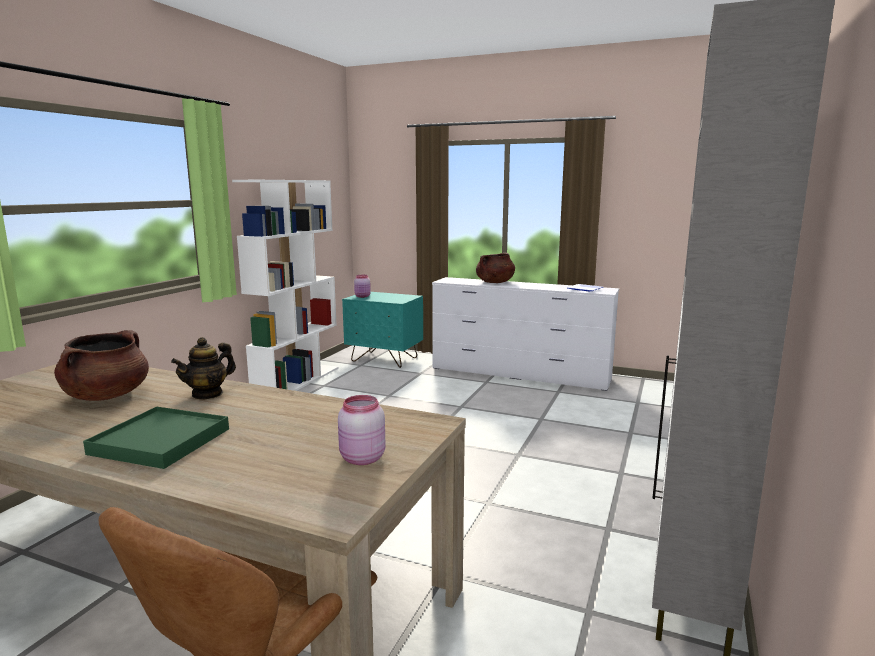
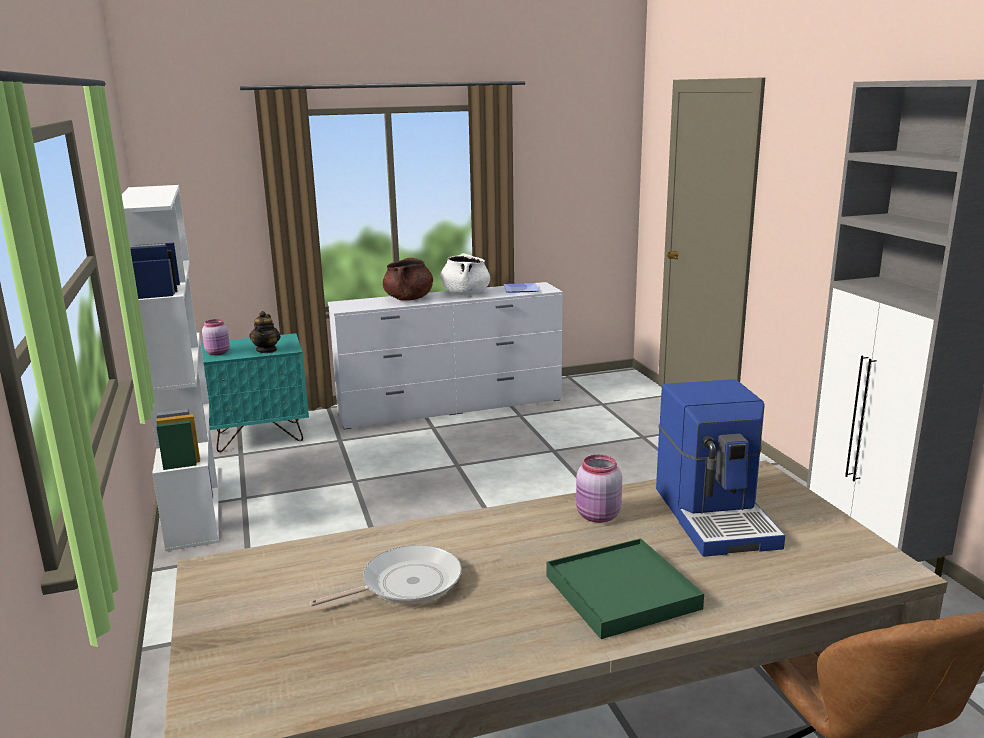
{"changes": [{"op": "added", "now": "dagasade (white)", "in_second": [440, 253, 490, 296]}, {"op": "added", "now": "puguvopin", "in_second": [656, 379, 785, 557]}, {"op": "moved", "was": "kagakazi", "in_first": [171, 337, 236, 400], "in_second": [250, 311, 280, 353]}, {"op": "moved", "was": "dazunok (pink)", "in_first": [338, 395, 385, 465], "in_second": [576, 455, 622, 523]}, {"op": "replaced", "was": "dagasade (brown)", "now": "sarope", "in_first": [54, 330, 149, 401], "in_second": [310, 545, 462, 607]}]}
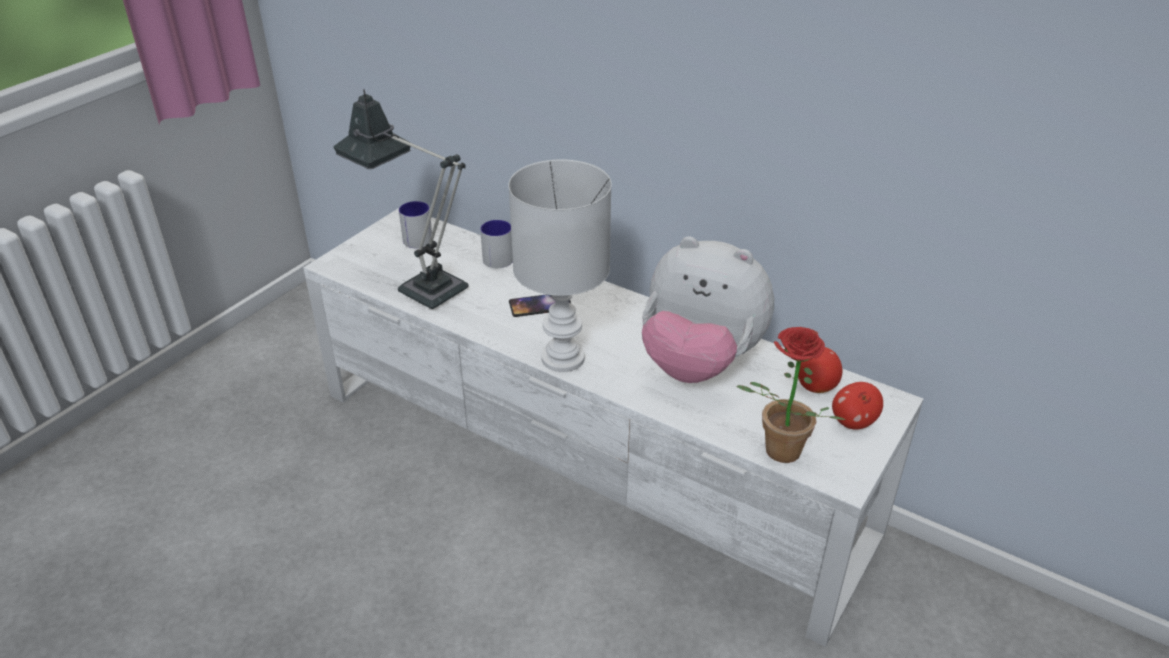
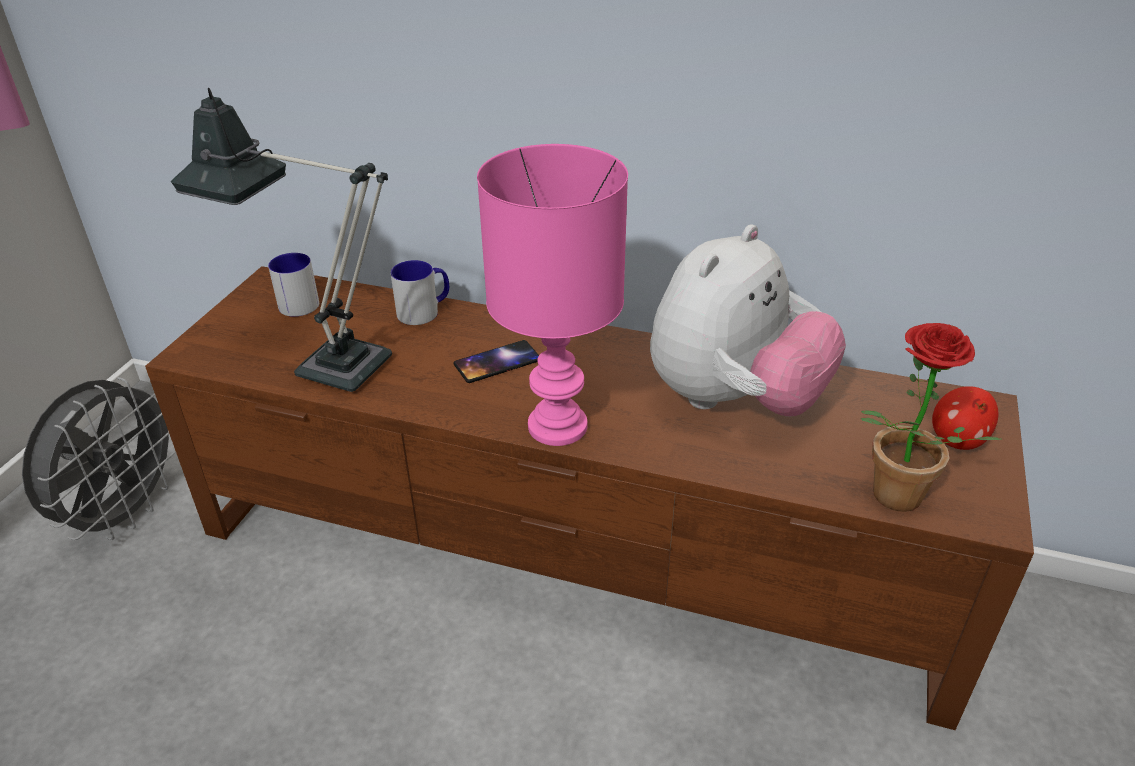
{"changes": [{"op": "removed", "was": "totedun", "in_first": [798, 347, 842, 393]}, {"op": "added", "now": "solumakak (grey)", "in_second": [22, 377, 176, 540]}, {"op": "recoloured", "was": "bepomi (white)", "now": "bepomi (brown)", "in_first": [303, 208, 923, 647], "in_second": [145, 266, 1034, 730]}, {"op": "recoloured", "was": "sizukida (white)", "now": "sizukida (pink)", "in_first": [508, 159, 612, 372], "in_second": [477, 144, 628, 446]}, {"op": "turned", "was": "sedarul", "in_first": [642, 236, 774, 383], "in_second": [650, 224, 846, 417], "clockwise": -60}]}
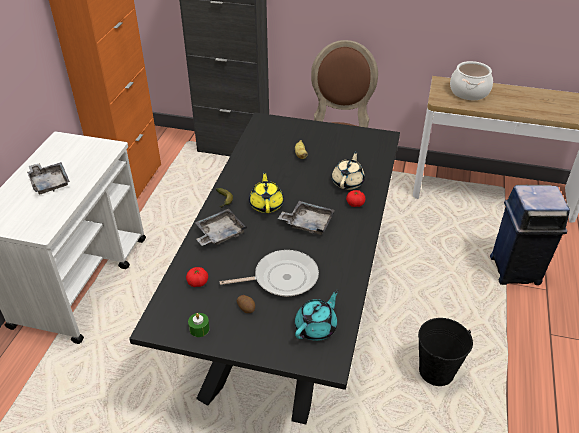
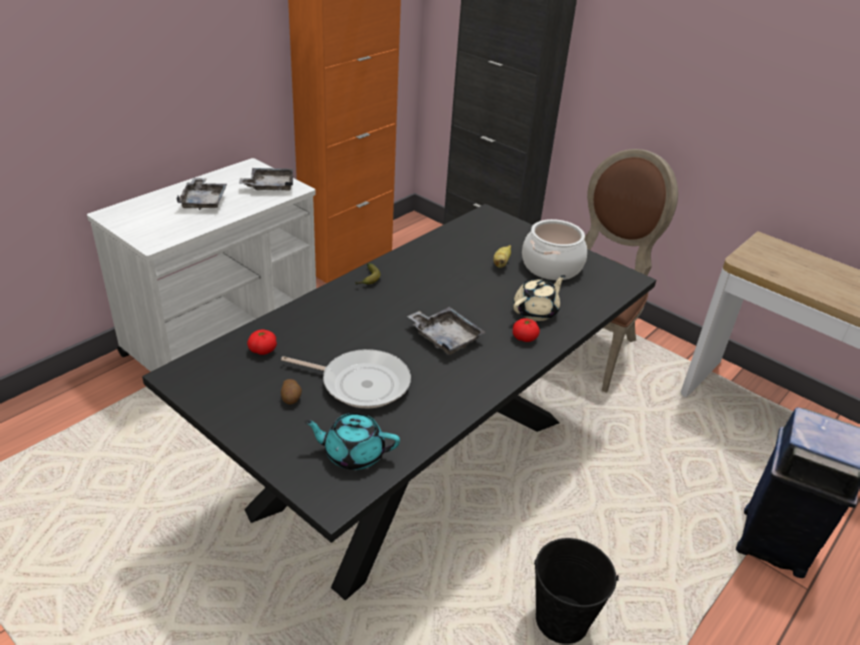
{"changes": [{"op": "removed", "was": "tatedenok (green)", "in_first": [188, 313, 210, 337]}, {"op": "removed", "was": "kagakazi (yellow)", "in_first": [249, 171, 284, 213]}, {"op": "moved", "was": "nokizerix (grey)", "in_first": [195, 209, 247, 246], "in_second": [239, 168, 293, 191]}, {"op": "moved", "was": "dagasade", "in_first": [450, 61, 493, 100], "in_second": [522, 219, 587, 280]}, {"op": "turned", "was": "kagakazi (turquoise)", "in_first": [295, 290, 339, 341], "in_second": [304, 413, 400, 470], "clockwise": -150}]}
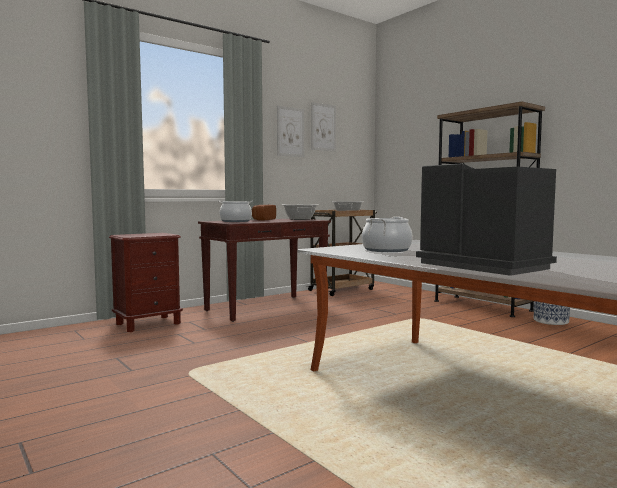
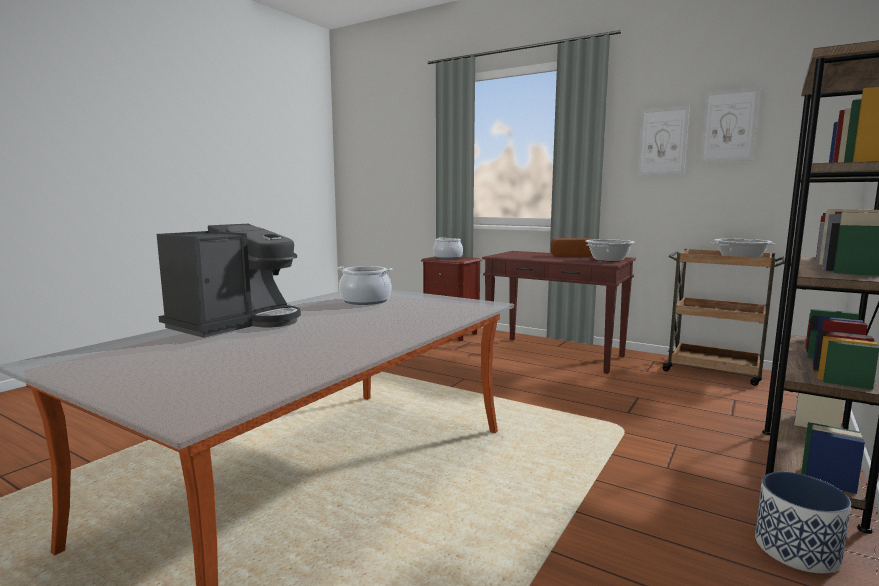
{"changes": [{"op": "moved", "was": "dagasade", "in_first": [218, 201, 253, 222], "in_second": [433, 237, 463, 259]}]}
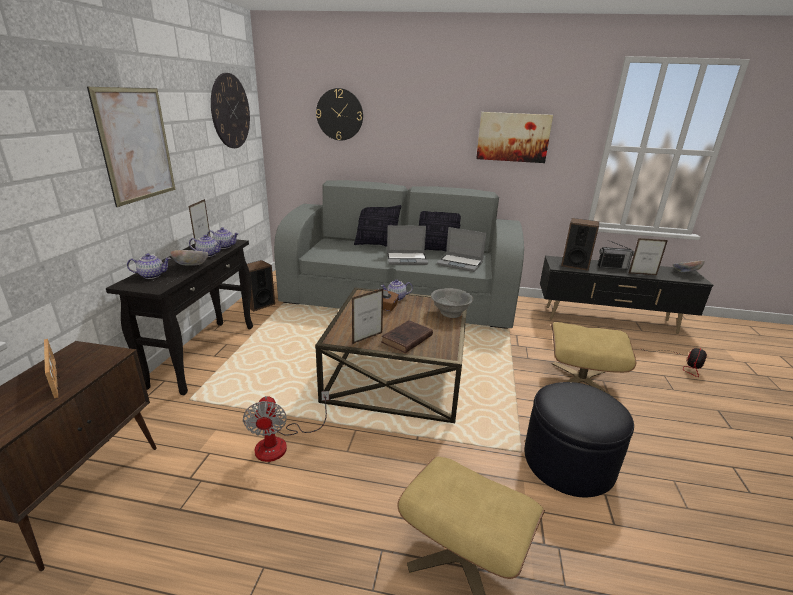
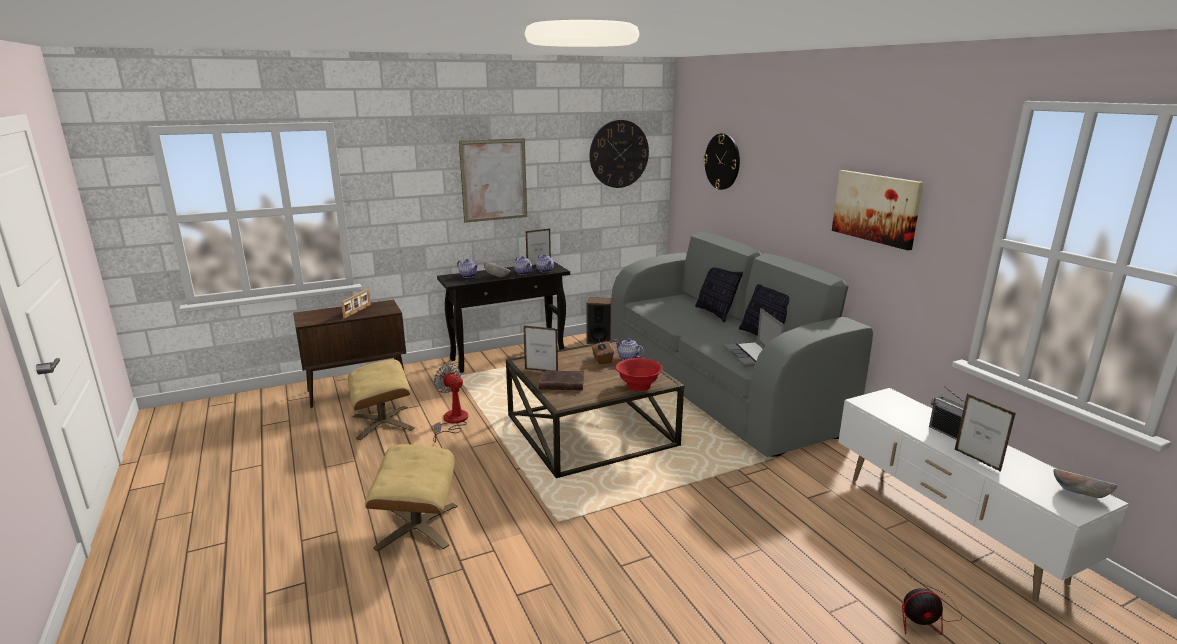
{"changes": [{"op": "removed", "was": "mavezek", "in_first": [387, 225, 428, 265]}, {"op": "removed", "was": "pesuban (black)", "in_first": [524, 382, 634, 497]}, {"op": "removed", "was": "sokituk", "in_first": [561, 218, 599, 271]}, {"op": "moved", "was": "pesuban (beige)", "in_first": [551, 322, 636, 397], "in_second": [348, 359, 415, 440]}, {"op": "recoloured", "was": "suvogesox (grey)", "now": "suvogesox (red)", "in_first": [431, 288, 473, 318], "in_second": [616, 358, 662, 391]}, {"op": "recoloured", "was": "bepomi (black)", "now": "bepomi (white)", "in_first": [540, 256, 713, 334], "in_second": [838, 388, 1129, 602]}, {"op": "turned", "was": "solumakak", "in_first": [243, 391, 329, 462], "in_second": [433, 364, 468, 443], "clockwise": 90}]}
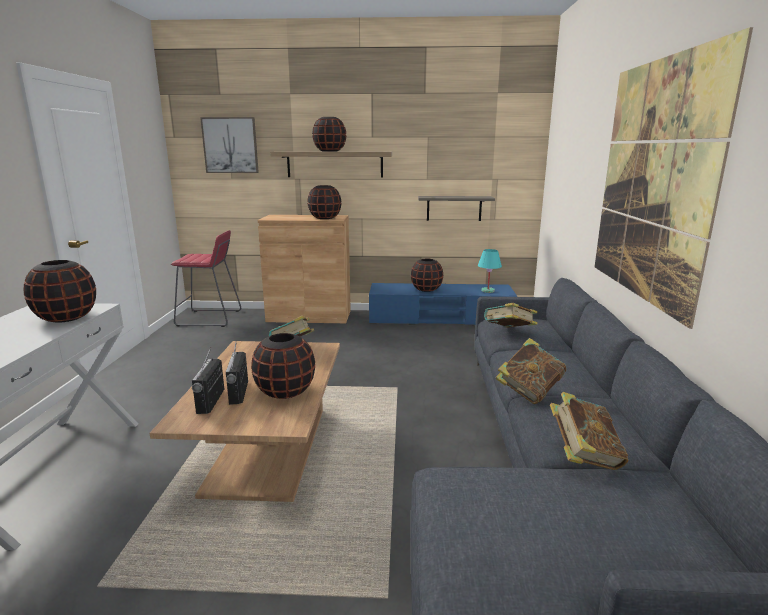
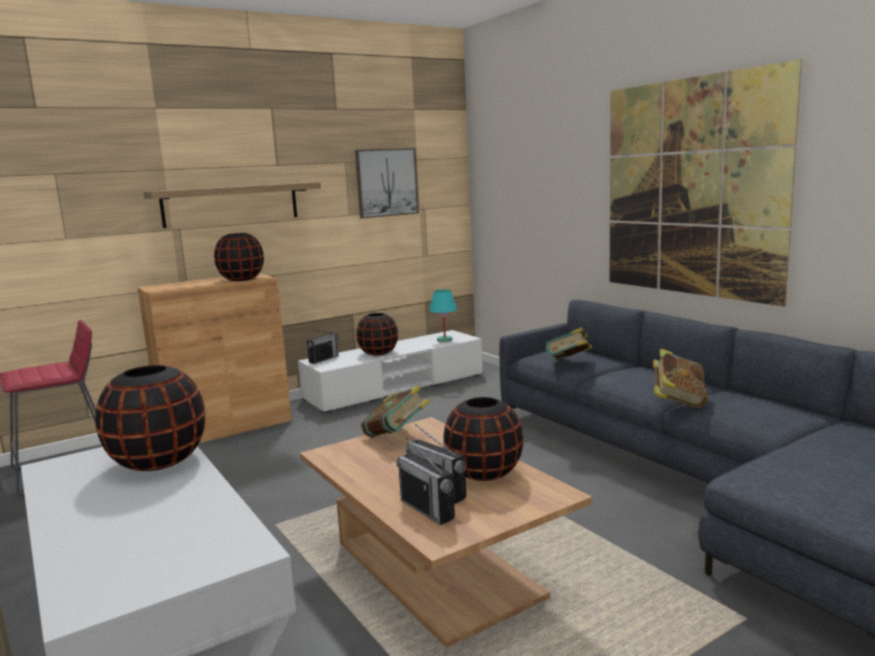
{"changes": [{"op": "removed", "was": "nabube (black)", "in_first": [312, 117, 346, 151]}, {"op": "removed", "was": "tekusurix", "in_first": [418, 196, 495, 221]}, {"op": "removed", "was": "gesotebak", "in_first": [550, 392, 628, 470]}, {"op": "added", "now": "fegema", "in_second": [307, 330, 339, 364]}, {"op": "moved", "was": "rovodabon", "in_first": [200, 117, 259, 173], "in_second": [355, 148, 419, 218]}, {"op": "recoloured", "was": "bepomi (blue)", "now": "bepomi (white)", "in_first": [369, 283, 517, 326], "in_second": [298, 330, 483, 413]}]}
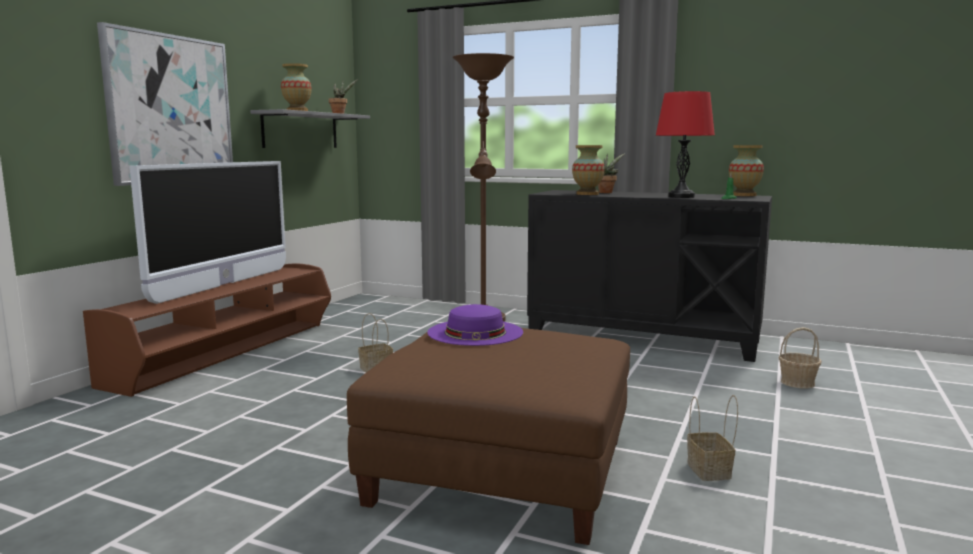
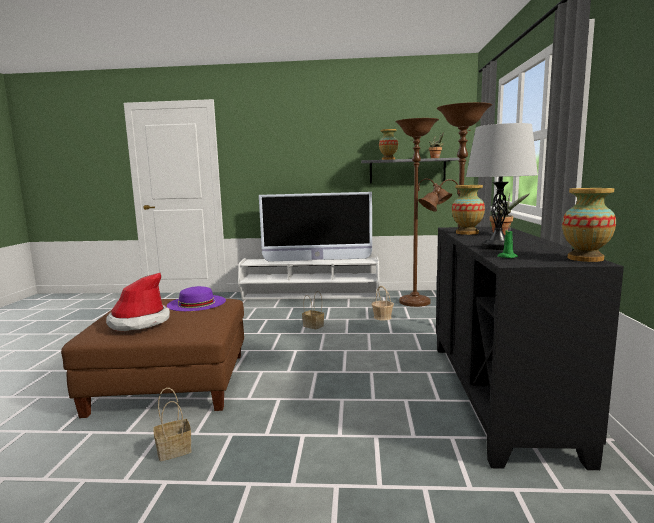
{"changes": [{"op": "removed", "was": "rovodabon", "in_first": [97, 22, 233, 186]}, {"op": "added", "now": "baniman", "in_second": [106, 273, 170, 331]}, {"op": "added", "now": "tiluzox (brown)", "in_second": [395, 118, 452, 307]}, {"op": "moved", "was": "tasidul", "in_first": [779, 327, 822, 389], "in_second": [372, 286, 394, 320]}, {"op": "recoloured", "was": "bepomi (brown)", "now": "bepomi (white)", "in_first": [83, 263, 331, 397], "in_second": [238, 256, 379, 300]}, {"op": "recoloured", "was": "sizukida (red)", "now": "sizukida (grey)", "in_first": [656, 91, 715, 198], "in_second": [466, 123, 538, 250]}]}
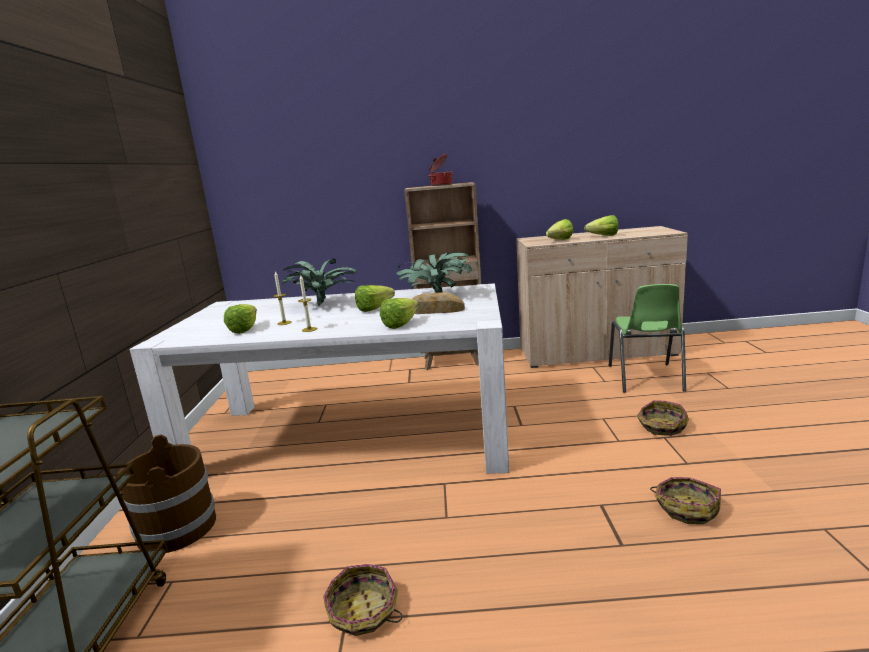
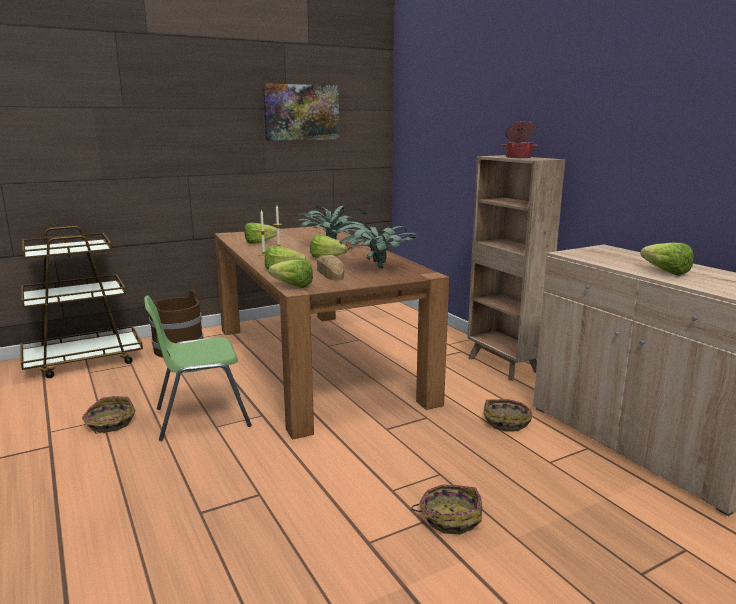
{"changes": [{"op": "added", "now": "rovodabon", "in_second": [263, 83, 339, 141]}, {"op": "moved", "was": "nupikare", "in_first": [546, 219, 573, 240], "in_second": [268, 259, 313, 288]}, {"op": "moved", "was": "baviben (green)", "in_first": [609, 284, 686, 393], "in_second": [144, 295, 252, 441]}, {"op": "moved", "was": "tasidul", "in_first": [650, 477, 721, 524], "in_second": [484, 399, 532, 432]}, {"op": "recoloured", "was": "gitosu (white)", "now": "gitosu (brown)", "in_first": [130, 283, 509, 474], "in_second": [215, 225, 449, 440]}]}
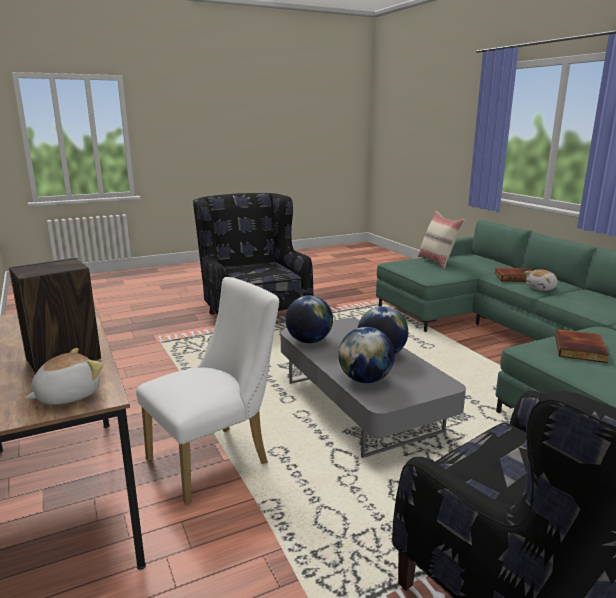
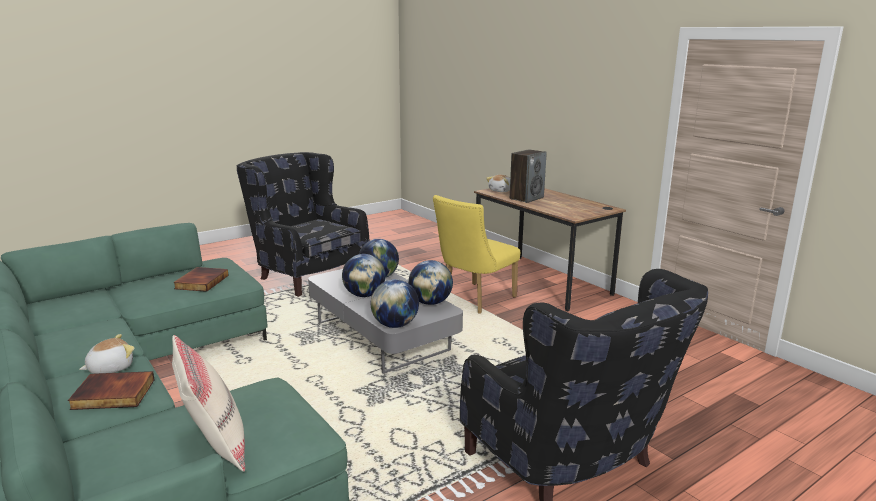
{"changes": [{"op": "added", "now": "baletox", "in_second": [371, 279, 419, 328]}, {"op": "recoloured", "was": "baviben (white)", "now": "baviben (yellow)", "in_first": [136, 277, 280, 504], "in_second": [433, 195, 520, 314]}]}
